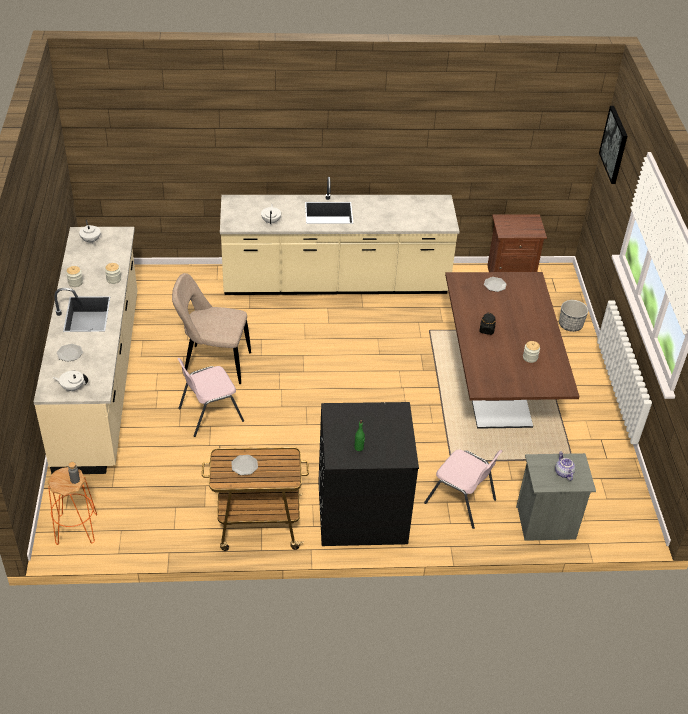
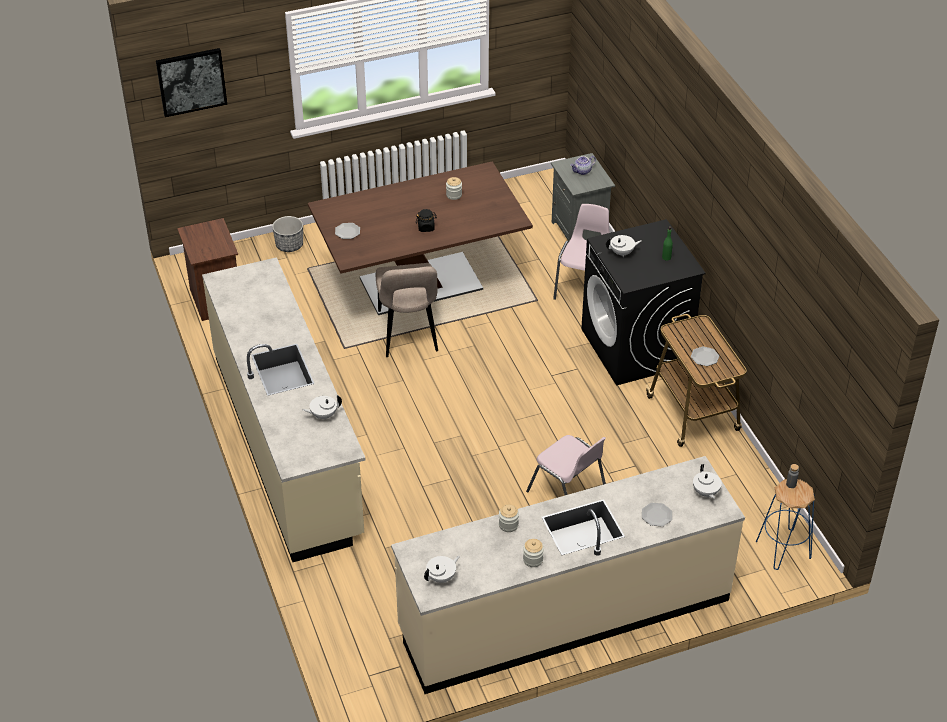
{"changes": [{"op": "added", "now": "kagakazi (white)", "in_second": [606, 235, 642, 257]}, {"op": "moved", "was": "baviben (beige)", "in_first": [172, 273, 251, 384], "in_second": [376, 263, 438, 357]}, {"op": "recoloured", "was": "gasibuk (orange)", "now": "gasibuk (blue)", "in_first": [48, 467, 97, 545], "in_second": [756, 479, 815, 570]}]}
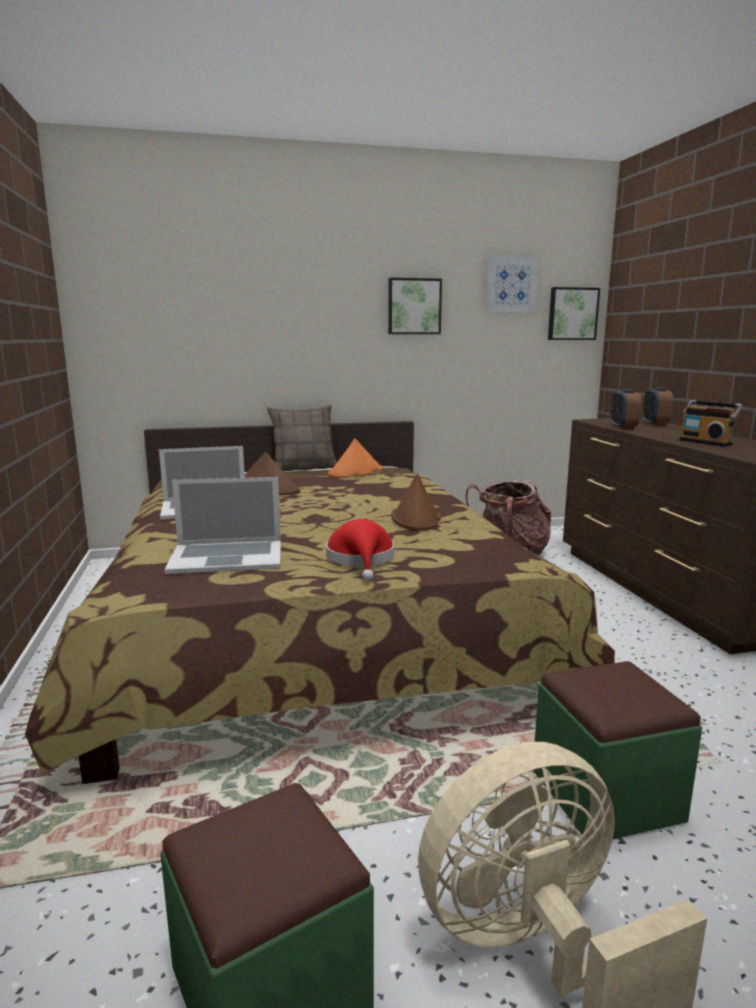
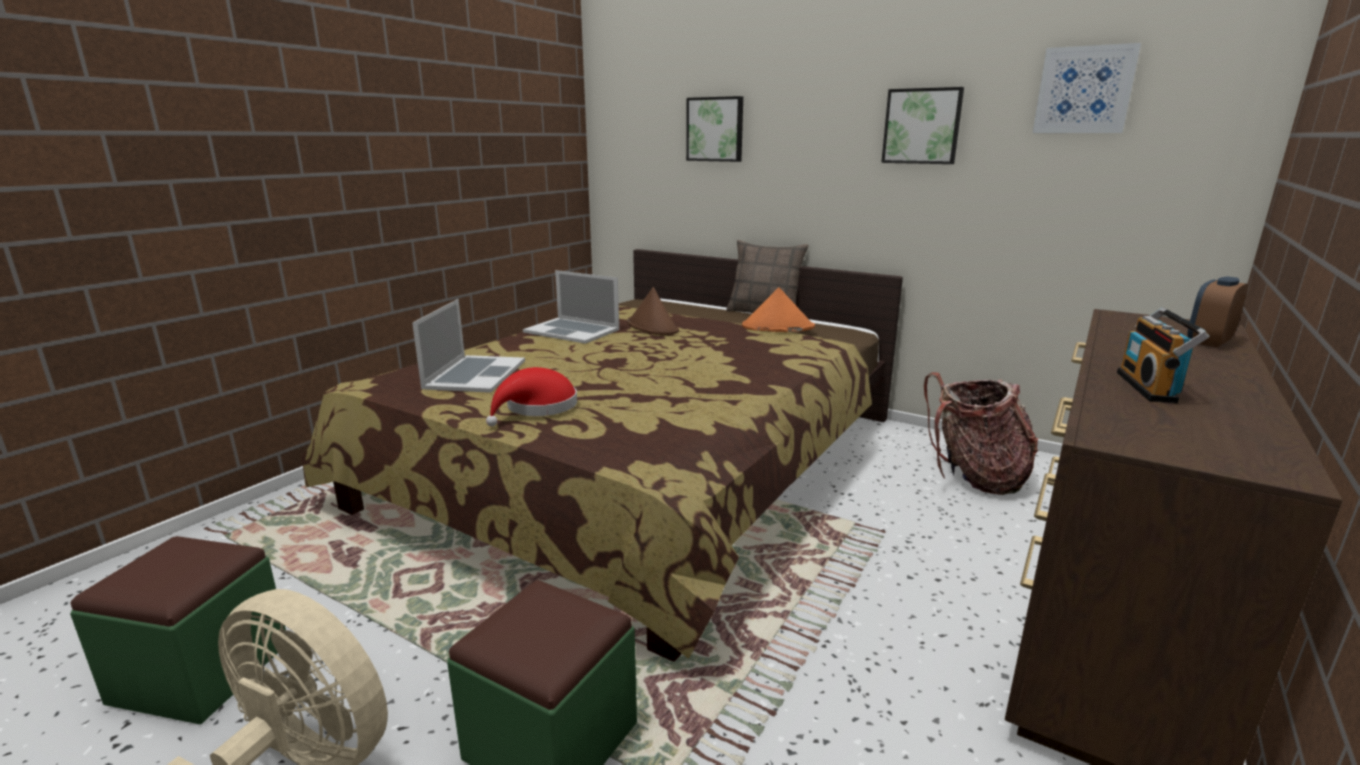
{"changes": [{"op": "removed", "was": "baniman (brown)", "in_first": [391, 473, 440, 531]}, {"op": "removed", "was": "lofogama", "in_first": [611, 389, 641, 429]}, {"op": "moved", "was": "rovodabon", "in_first": [548, 287, 600, 340], "in_second": [686, 96, 743, 162]}, {"op": "turned", "was": "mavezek", "in_first": [164, 477, 281, 574], "in_second": [412, 299, 525, 393], "clockwise": -120}]}
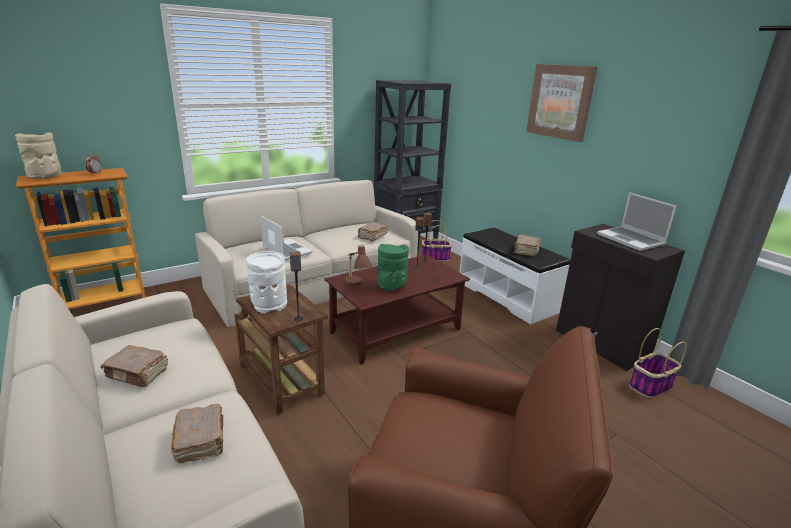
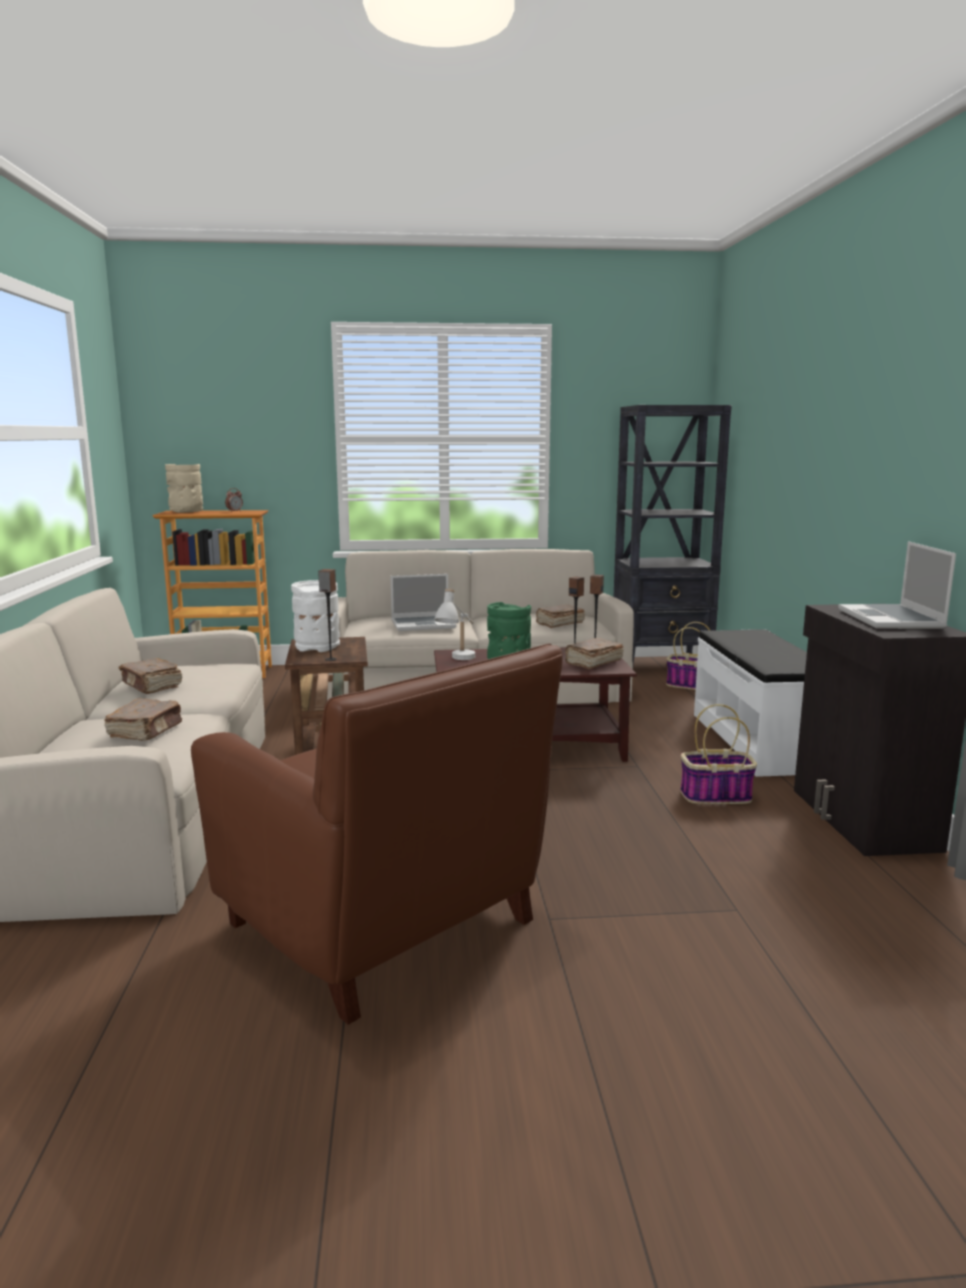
{"changes": [{"op": "removed", "was": "rovodabon", "in_first": [526, 64, 597, 142]}, {"op": "moved", "was": "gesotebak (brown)", "in_first": [514, 235, 541, 257], "in_second": [565, 638, 624, 669]}, {"op": "moved", "was": "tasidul", "in_first": [629, 328, 687, 398], "in_second": [680, 704, 757, 804]}, {"op": "recoloured", "was": "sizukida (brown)", "now": "sizukida (white)", "in_first": [345, 245, 372, 286], "in_second": [434, 589, 475, 660]}, {"op": "turned", "was": "mavezek", "in_first": [261, 216, 313, 261], "in_second": [391, 574, 457, 631], "clockwise": 90}]}
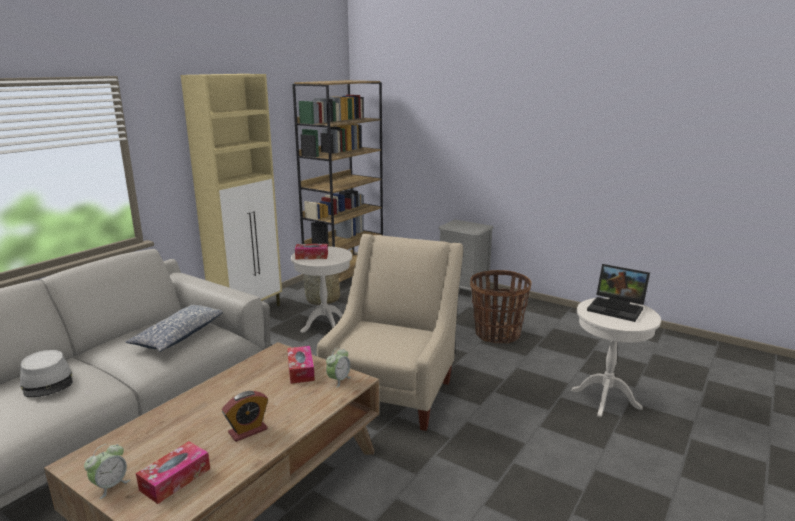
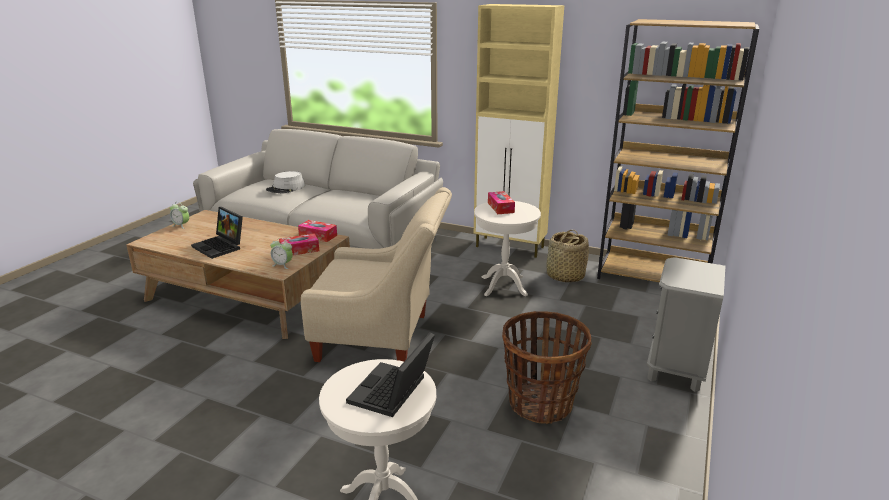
{"changes": [{"op": "removed", "was": "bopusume", "in_first": [126, 304, 223, 352]}, {"op": "moved", "was": "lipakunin", "in_first": [136, 441, 210, 504], "in_second": [298, 220, 337, 242]}, {"op": "replaced", "was": "lofogama", "now": "mavezek", "in_first": [222, 391, 268, 442], "in_second": [191, 207, 243, 259]}]}
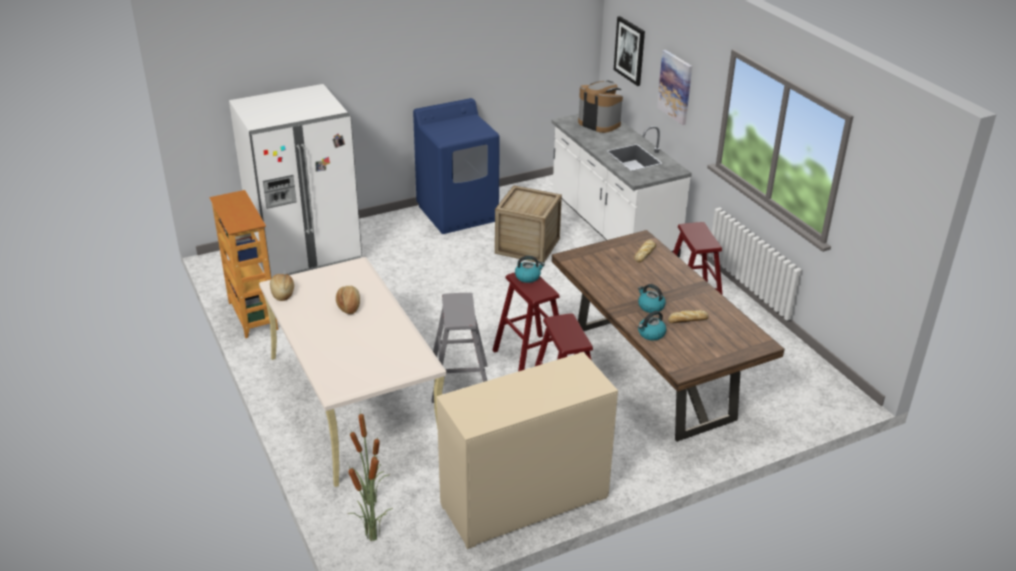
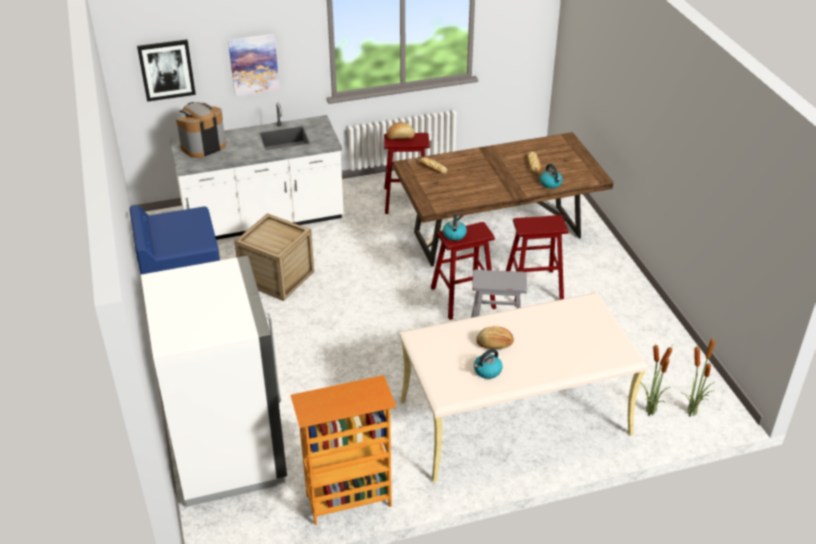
{"changes": [{"op": "removed", "was": "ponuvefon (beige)", "in_first": [437, 352, 618, 549]}, {"op": "moved", "was": "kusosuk", "in_first": [270, 274, 294, 301], "in_second": [387, 122, 415, 139]}, {"op": "moved", "was": "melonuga", "in_first": [638, 284, 666, 313], "in_second": [474, 349, 502, 379]}]}
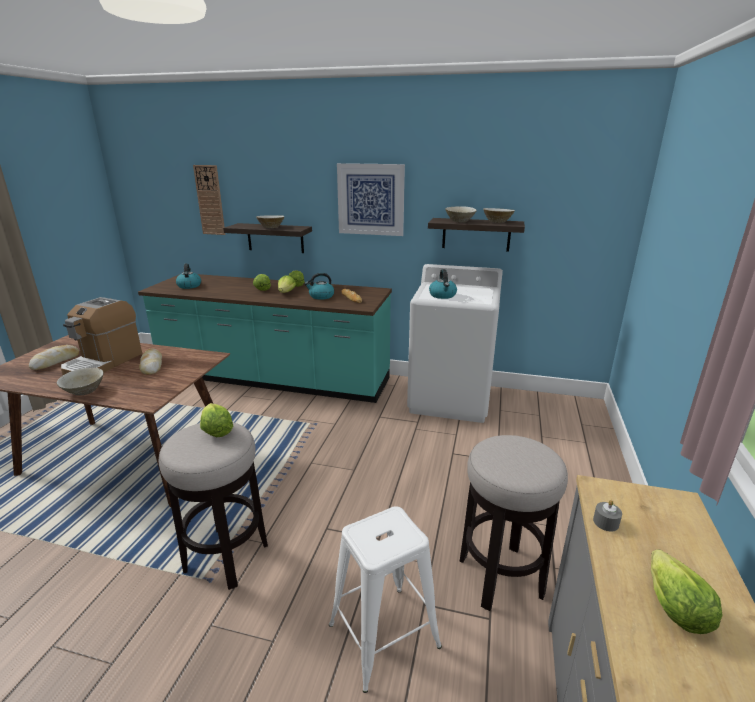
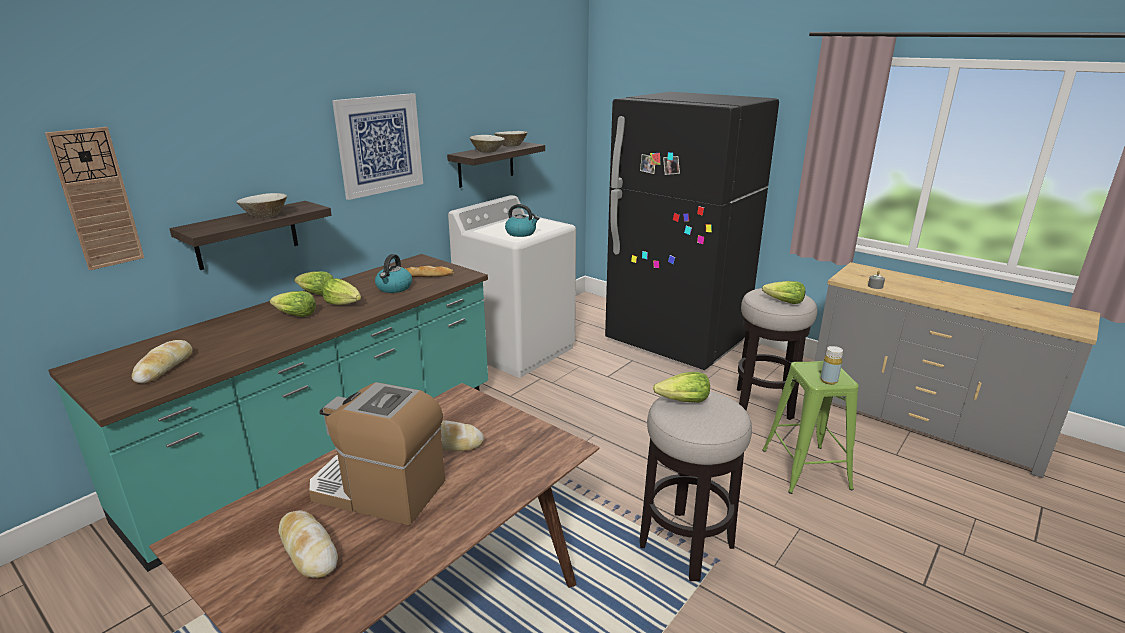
{"changes": [{"op": "removed", "was": "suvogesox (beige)", "in_first": [57, 368, 104, 395]}, {"op": "added", "now": "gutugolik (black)", "in_second": [605, 92, 779, 370]}, {"op": "added", "now": "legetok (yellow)", "in_second": [821, 346, 843, 385]}, {"op": "moved", "was": "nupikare", "in_first": [651, 549, 723, 634], "in_second": [762, 281, 806, 304]}, {"op": "replaced", "was": "melonuga", "now": "kusosuk", "in_first": [176, 264, 201, 289], "in_second": [131, 340, 192, 384]}, {"op": "recoloured", "was": "gasibuk (white)", "now": "gasibuk (green)", "in_first": [329, 506, 442, 693], "in_second": [762, 361, 859, 494]}, {"op": "turned", "was": "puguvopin", "in_first": [61, 297, 142, 375], "in_second": [309, 382, 445, 525], "clockwise": 150}]}
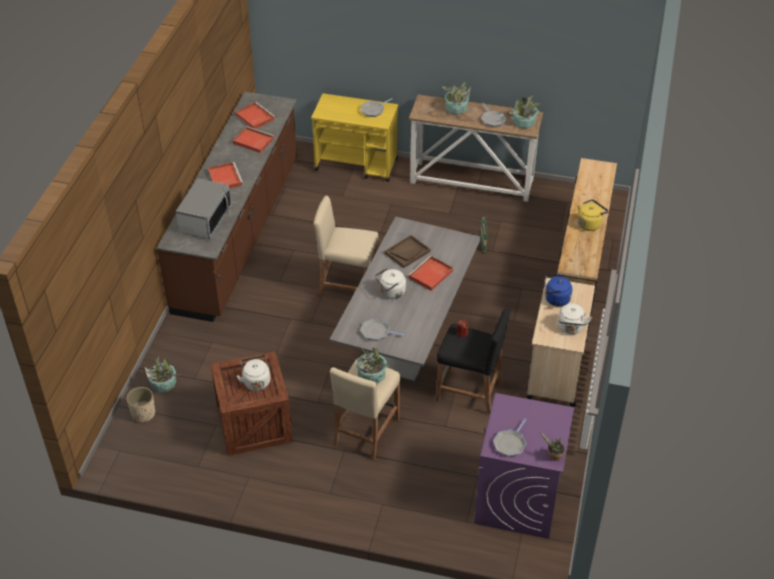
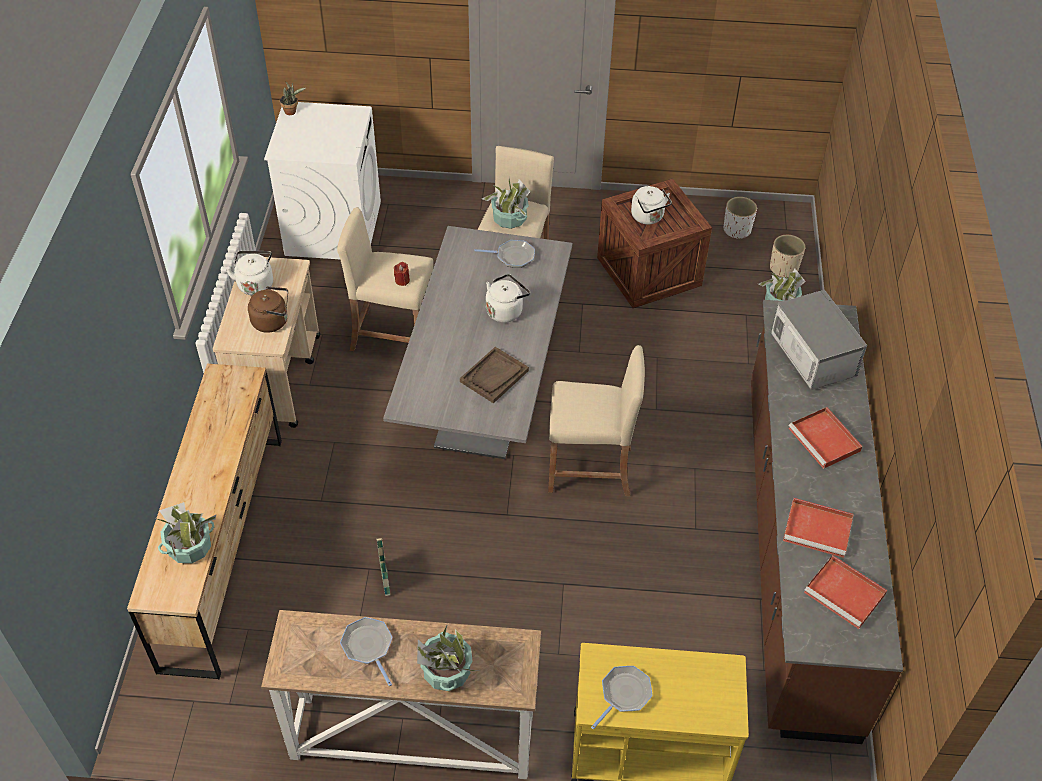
{"changes": [{"op": "removed", "was": "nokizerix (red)", "in_first": [408, 256, 453, 291]}, {"op": "removed", "was": "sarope", "in_first": [493, 418, 527, 457]}, {"op": "removed", "was": "melonuga (yellow)", "in_first": [577, 199, 608, 231]}, {"op": "added", "now": "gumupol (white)", "in_second": [724, 197, 757, 239]}, {"op": "moved", "was": "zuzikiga", "in_first": [509, 96, 539, 129], "in_second": [157, 502, 216, 563]}, {"op": "recoloured", "was": "gasibuk (black)", "now": "gasibuk (beige)", "in_first": [436, 307, 510, 415], "in_second": [337, 207, 434, 351]}, {"op": "recoloured", "was": "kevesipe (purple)", "now": "kevesipe (white)", "in_first": [474, 393, 574, 539], "in_second": [264, 102, 381, 259]}, {"op": "recoloured", "was": "melonuga (blue)", "now": "melonuga (brown)", "in_first": [544, 274, 573, 306], "in_second": [248, 286, 288, 333]}, {"op": "turned", "was": "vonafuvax", "in_first": [176, 179, 231, 239], "in_second": [771, 290, 867, 390], "clockwise": 150}]}
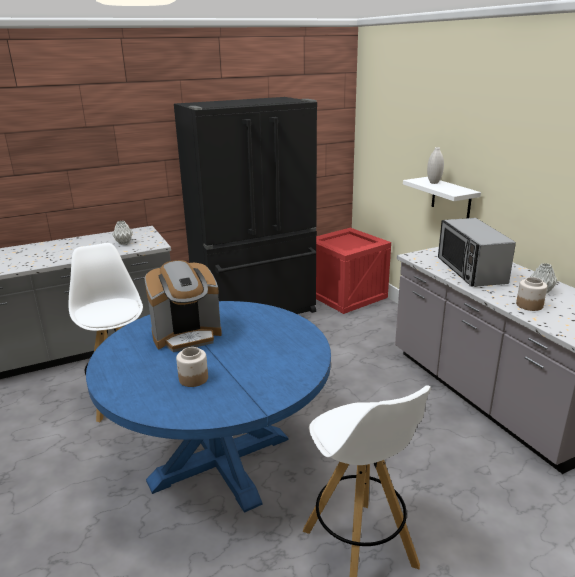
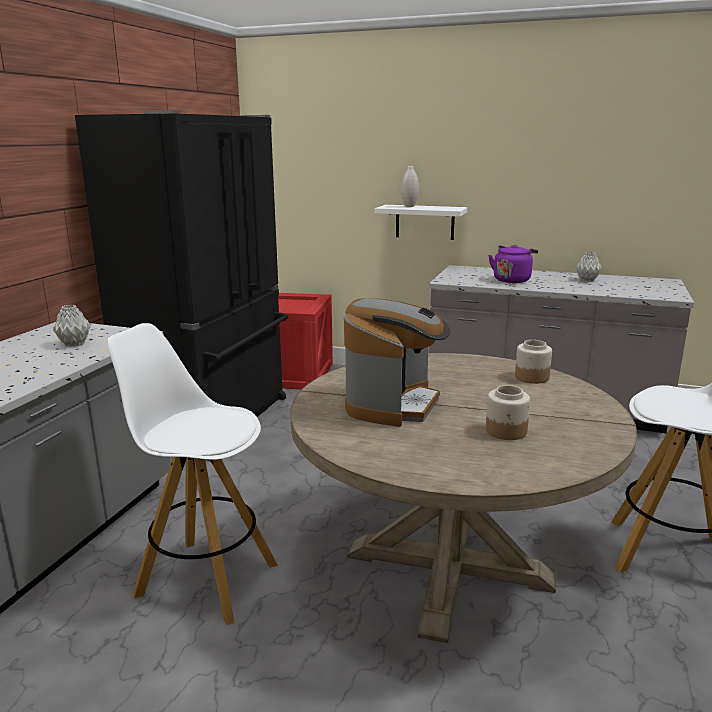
{"changes": [{"op": "moved", "was": "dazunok", "in_first": [516, 277, 547, 311], "in_second": [515, 340, 552, 384]}, {"op": "replaced", "was": "vonafuvax", "now": "melonuga (purple)", "in_first": [438, 218, 516, 287], "in_second": [488, 245, 538, 283]}, {"op": "recoloured", "was": "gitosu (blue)", "now": "gitosu (beige)", "in_first": [86, 301, 331, 513], "in_second": [290, 353, 637, 643]}]}
